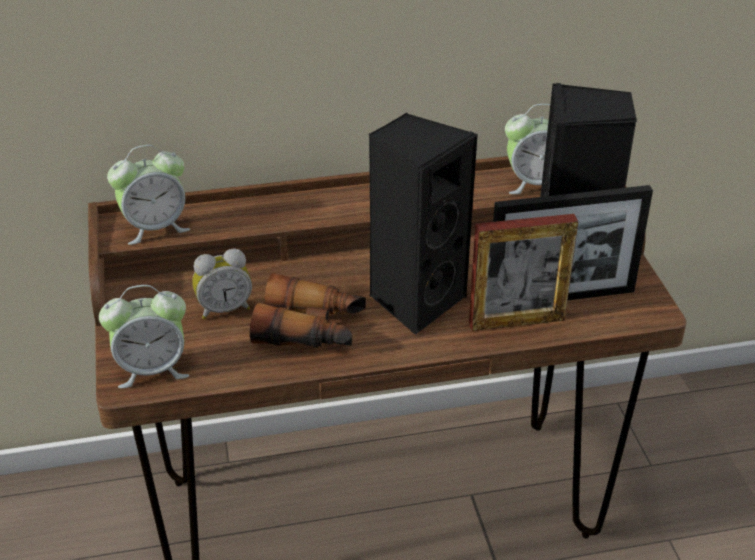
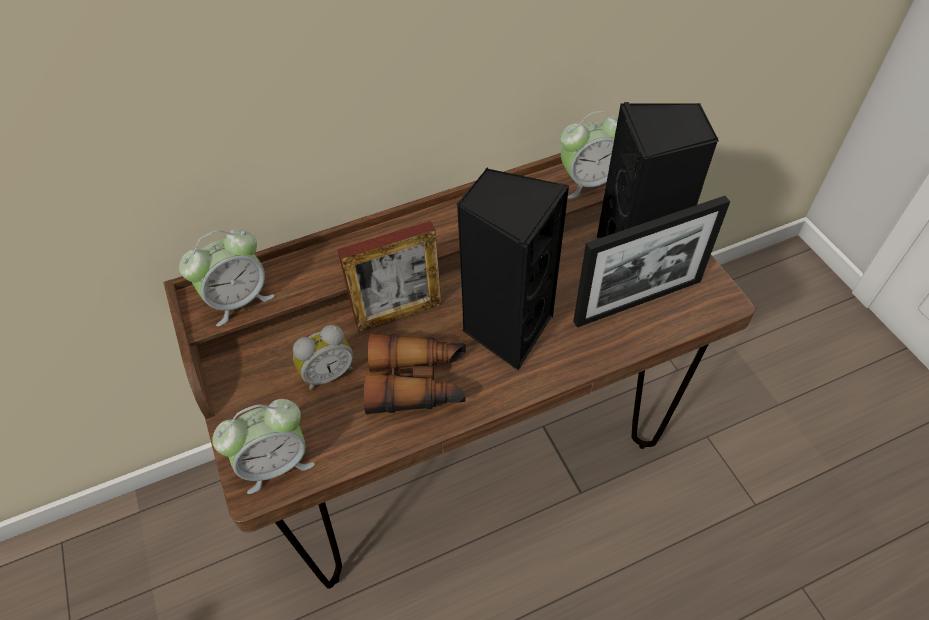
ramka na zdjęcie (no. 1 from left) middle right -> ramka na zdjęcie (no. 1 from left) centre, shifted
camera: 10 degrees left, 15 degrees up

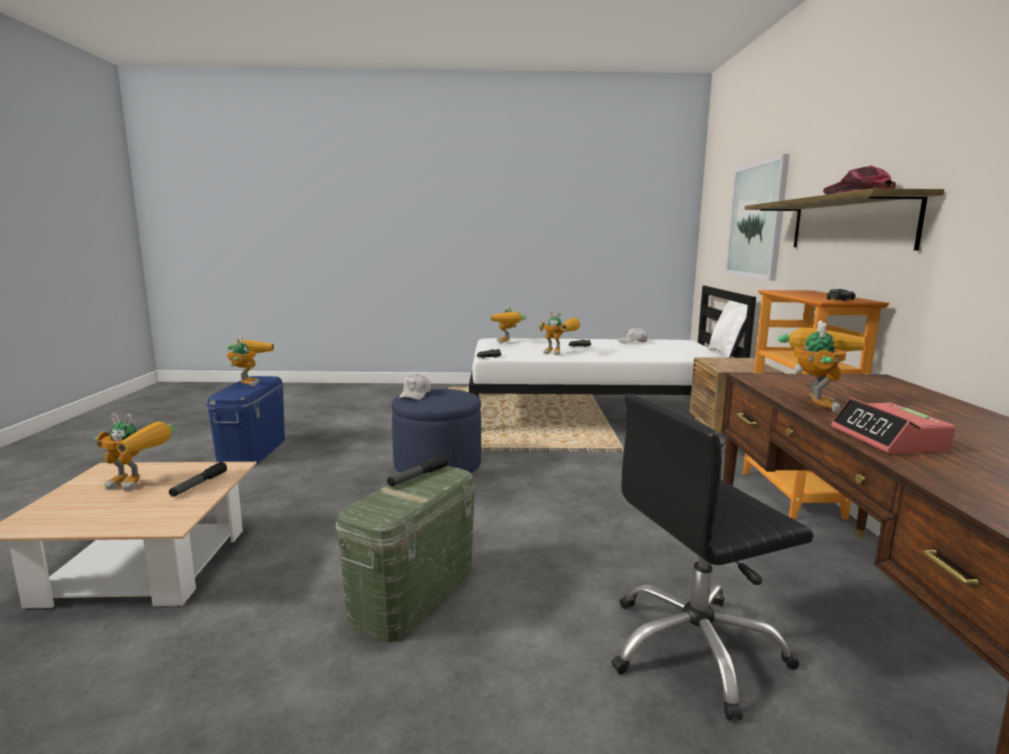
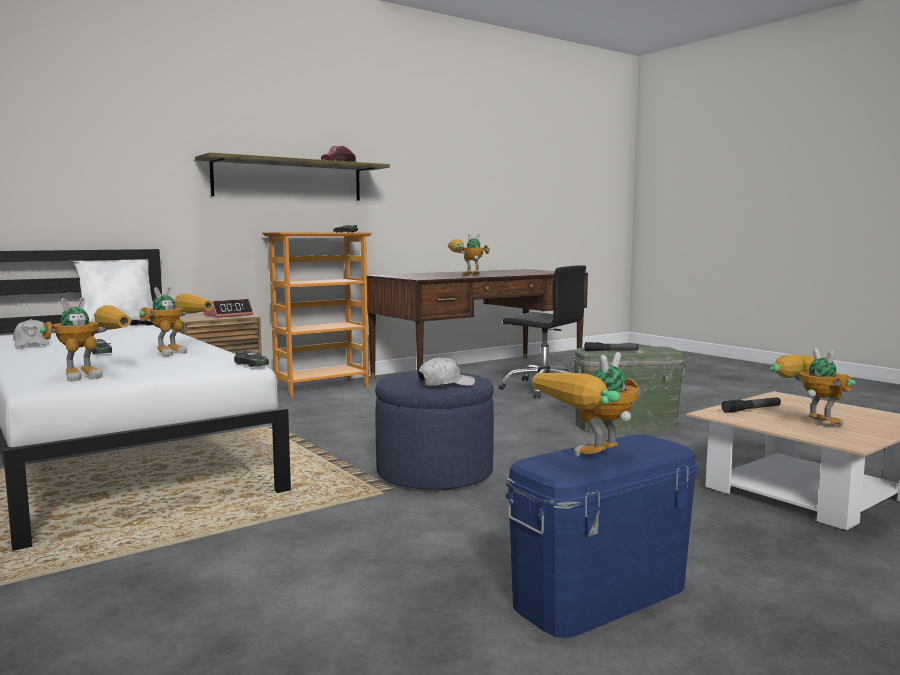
obraz top right -> none
robot zabawkowy (no. 4 from left in the first image) centre -> robot zabawkowy (no. 2 from left) middle left, 45 degrees clockwise
budzik middle right -> budzik middle left, shifted
camera: 125 degrees left, 5 degrees down

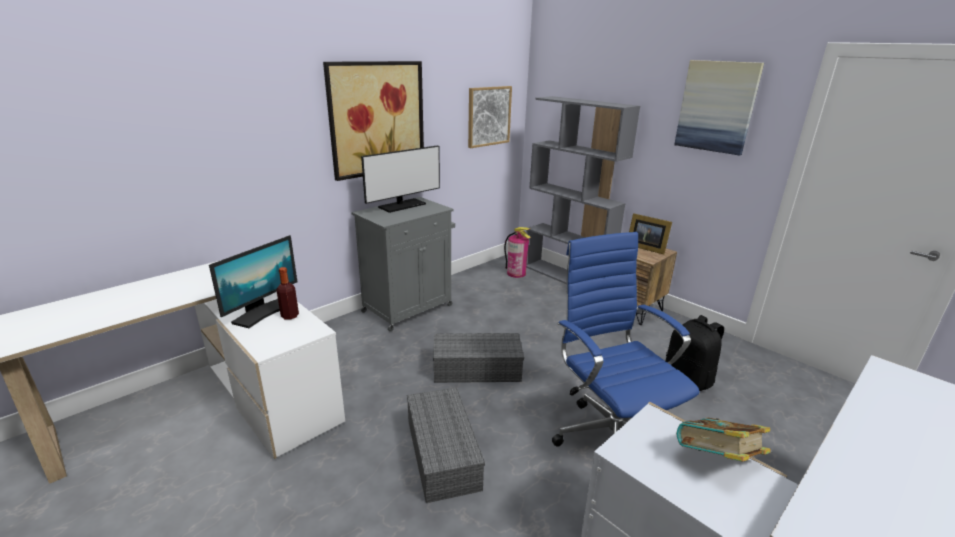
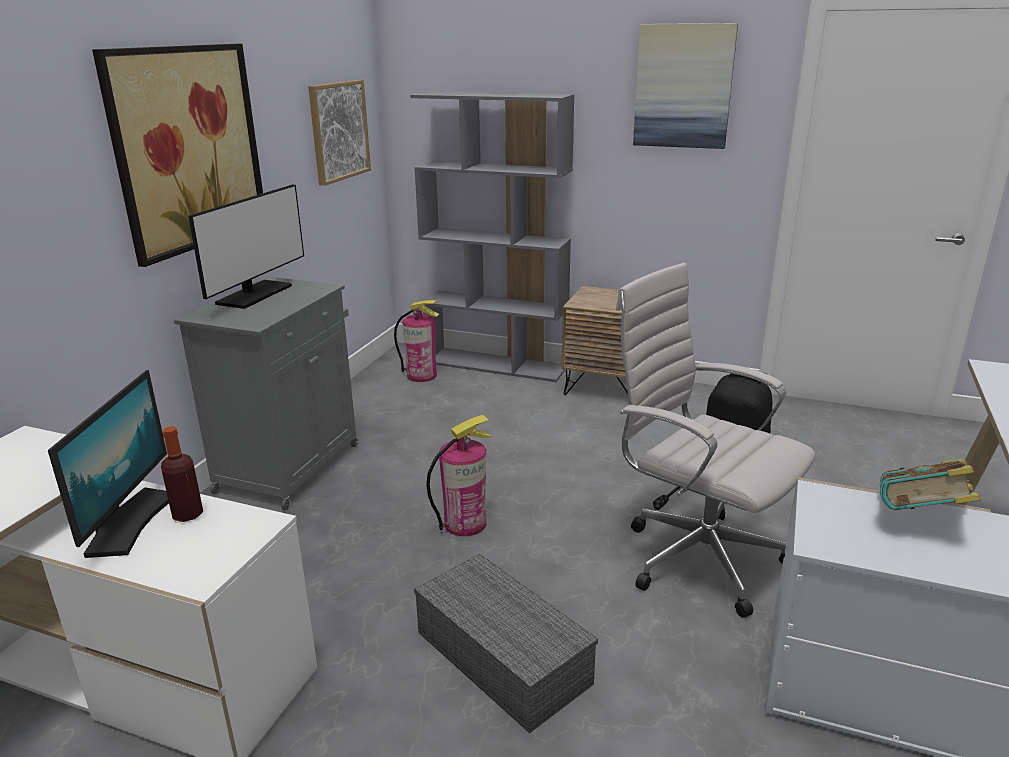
ramka na zdjęcie middle right -> none
krzesło biurowe (niebieski) centre -> krzesło biurowe (biały) middle right
pojemnik do przechowywania (szary) (no. 2 from left) bottom centre -> gaśnica (no. 2 from left) centre
camera: 25 degrees left, 0 degrees up

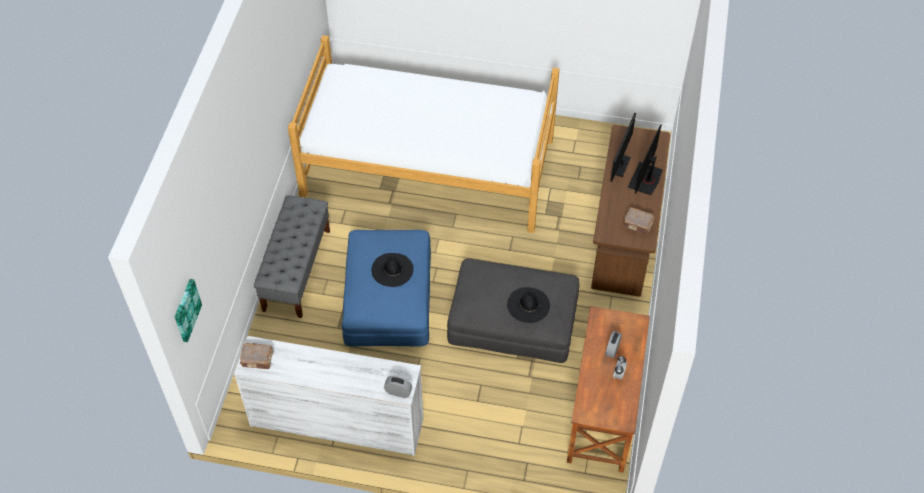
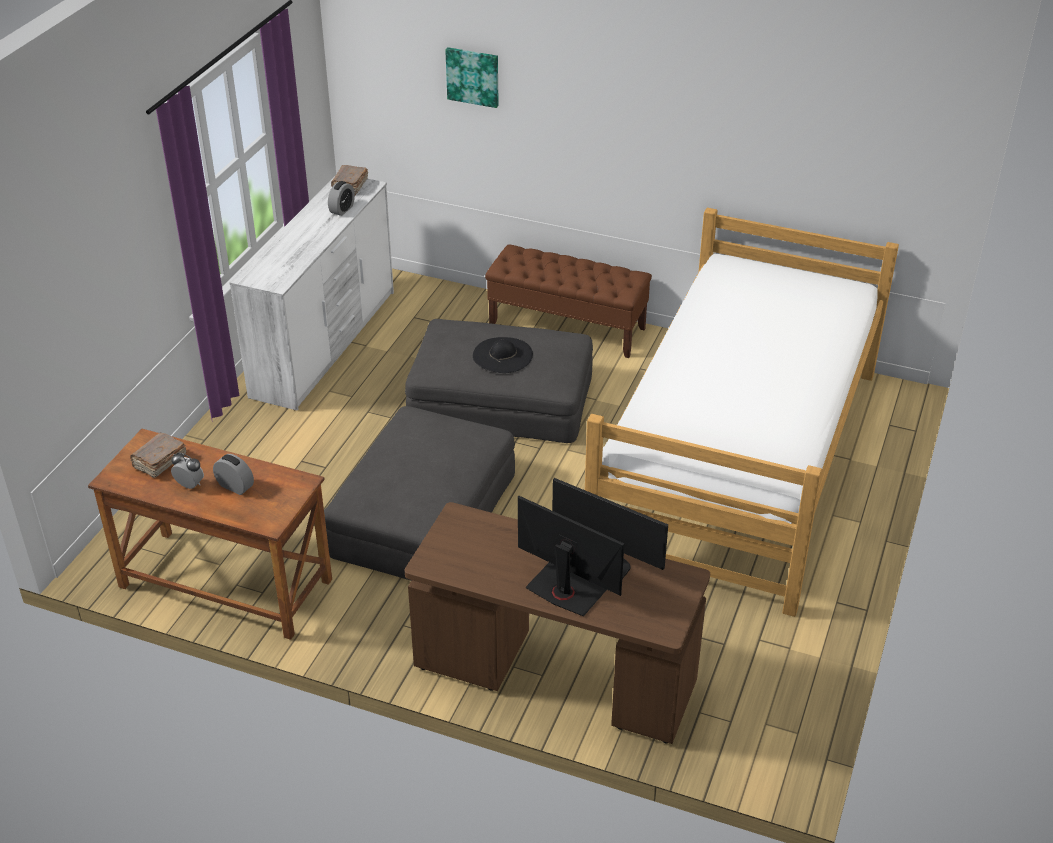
ławka (szary) middle left -> ławka (brązowy) centre
książka (brązowy) (no. 2 from left in the first image) middle right -> książka (brązowy) (no. 1 from left) middle left, shifted
pufa (niebieski) centre -> pufa (szary) (no. 2 from left) centre
obraz middle left -> obraz top centre, shifted
kapelusz (czarny) (no. 2 from left) centre -> none
budzik (no. 1 from left in the first image) bottom centre -> budzik (no. 3 from left) top left, shifted
camera: 100 degrees right, 15 degrees down

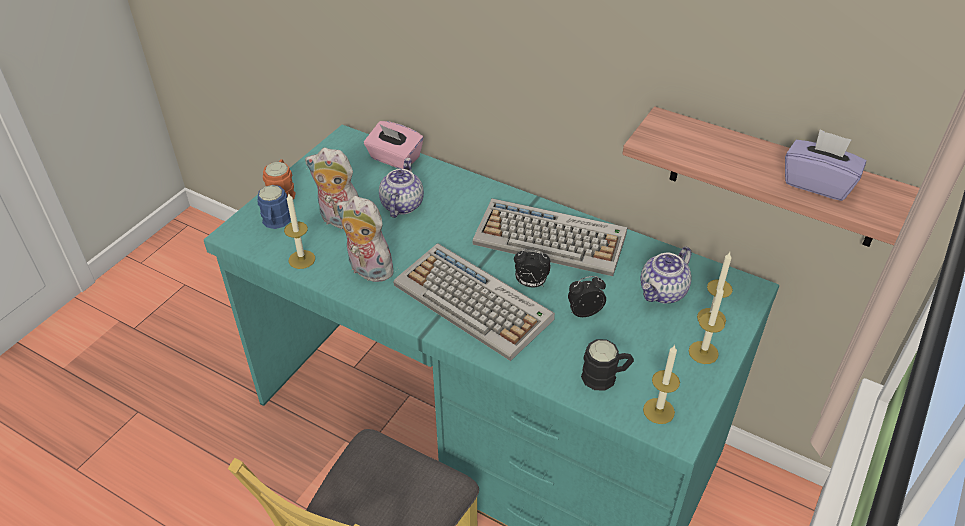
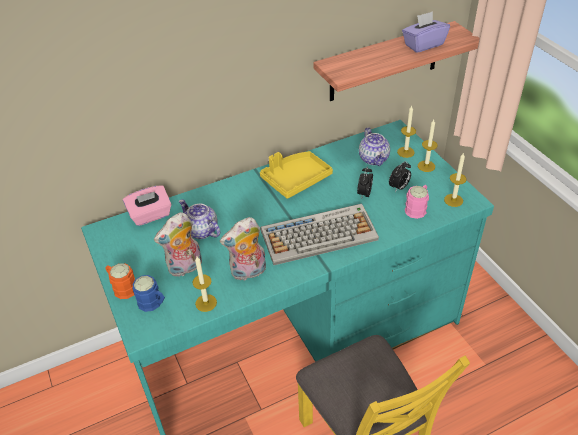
klawiatura (no. 2 from left) centre -> taca (żółty) centre
budzik (no. 1 from left in the first image) centre -> budzik (no. 2 from left) middle right, shifted
kubek (czarny) bottom centre -> kubek (różowy) middle right
camera: 55 degrees left, 0 degrees up

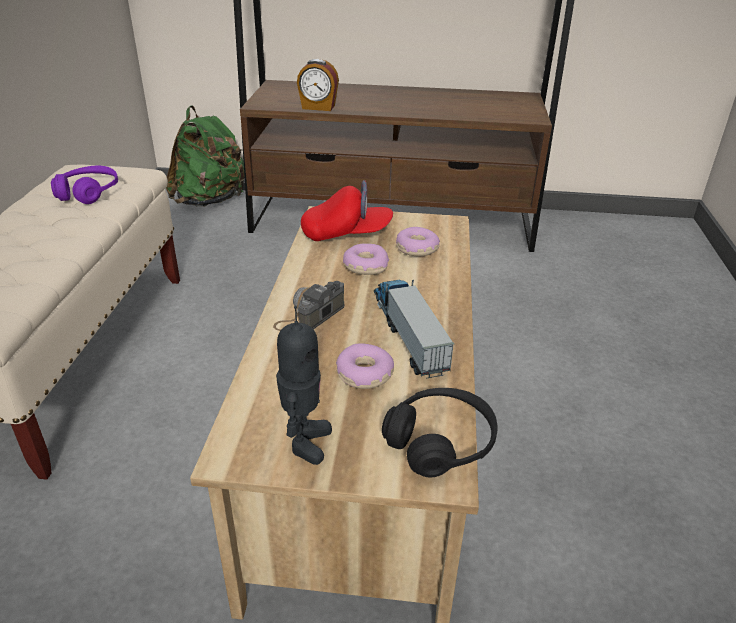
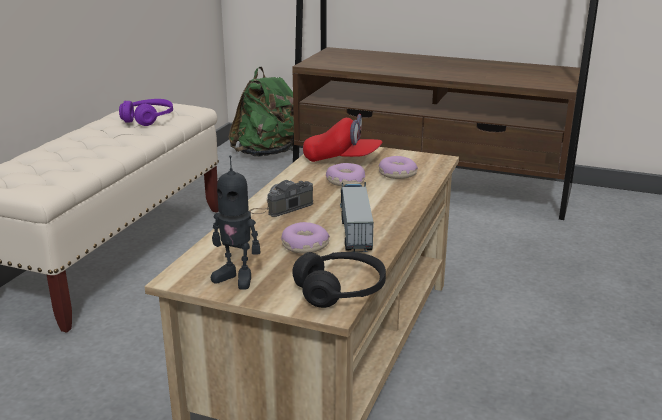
budzik top centre -> none
robot zabawkowy centre, 90 degrees clockwise
camera: 15 degrees right, 10 degrees down

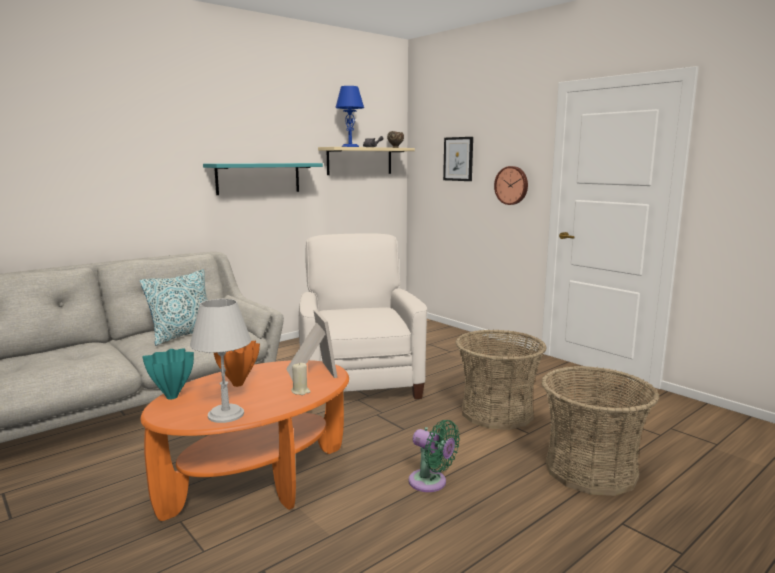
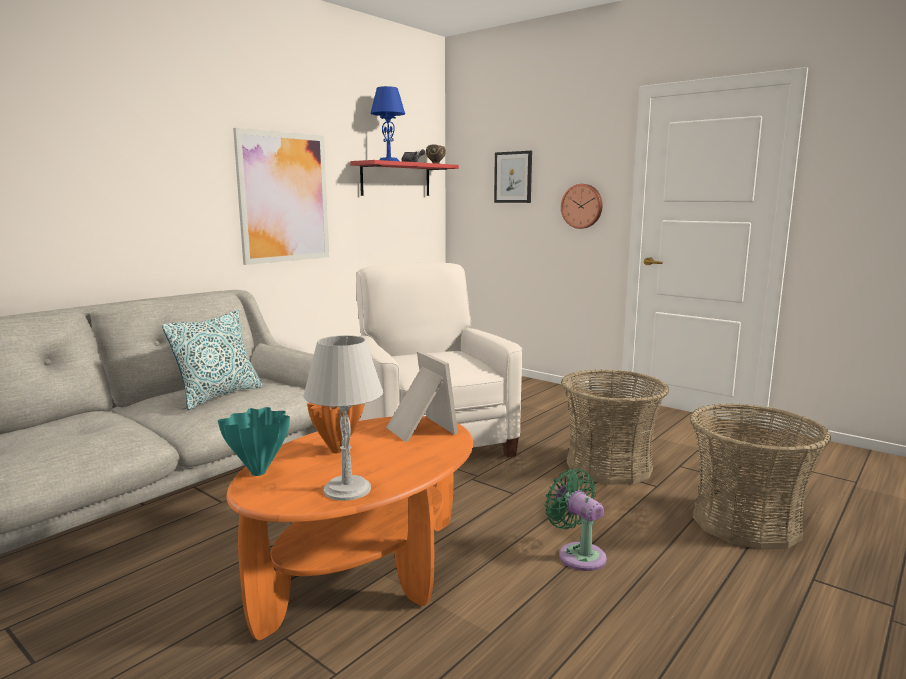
półka (beżowy) top centre -> półka (czerwony) top centre
półka (turkusowy) top centre -> obraz (no. 1 from left) top left
świeca (beżowy) centre -> none
wentylator (zielony) bottom centre, 150 degrees counterclockwise
camera: 10 degrees left, 0 degrees up

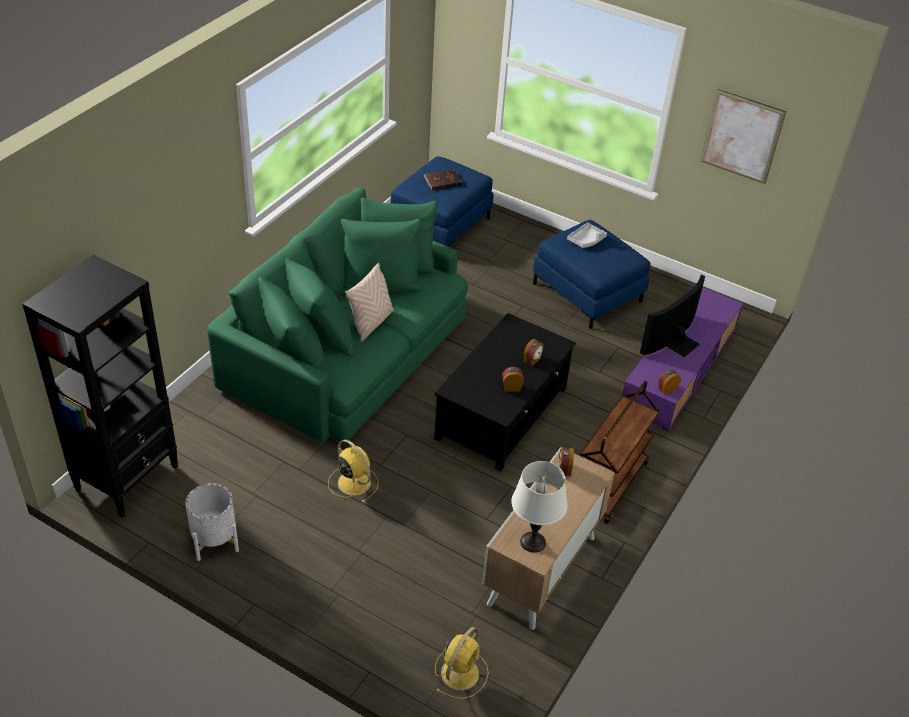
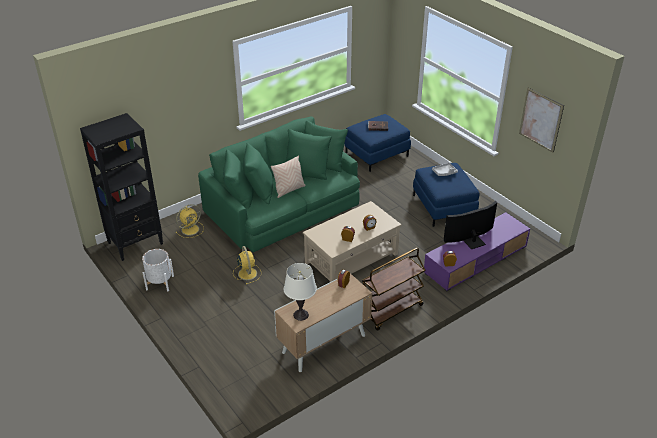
ława (czarny) centre -> ława (beżowy) centre
wentylator (żółty) (no. 2 from left in the first image) bottom centre -> wentylator (żółty) (no. 1 from left) middle left, shifted
camera: 25 degrees right, 5 degrees down

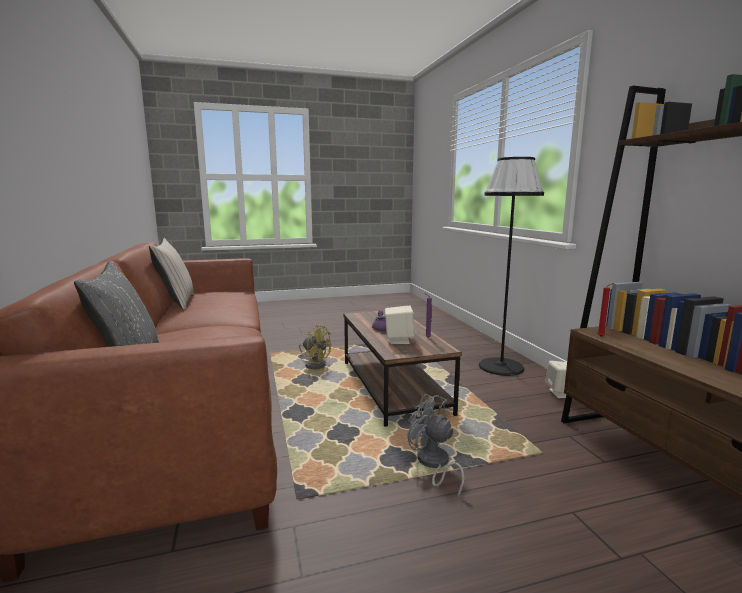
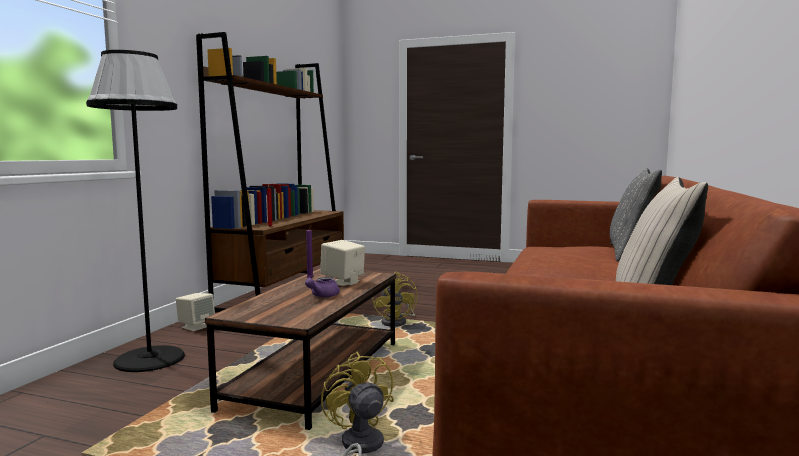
wentylator (szary) bottom centre -> wentylator (żółty) (no. 2 from left) centre
camera: 145 degrees left, 5 degrees down

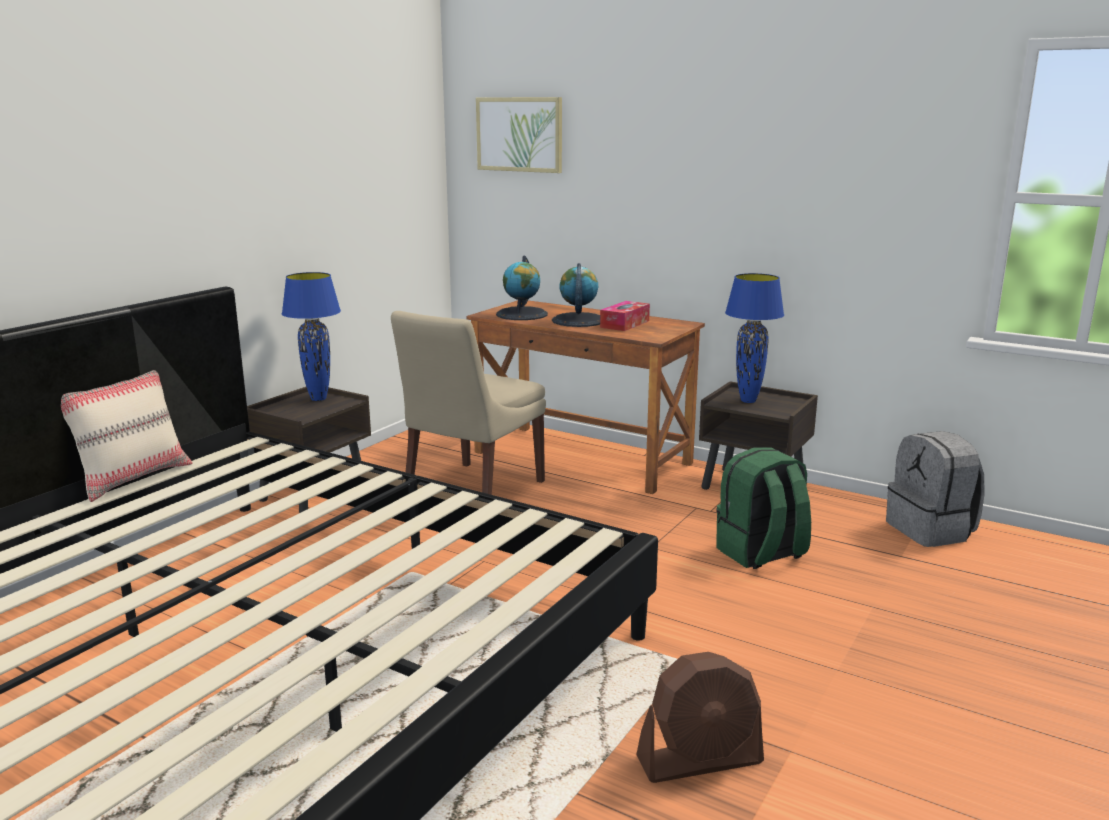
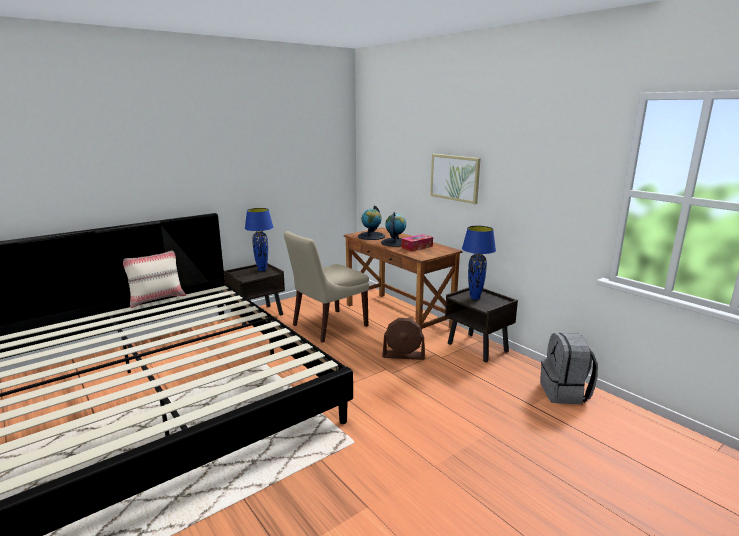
obraz top centre -> obraz centre, shifted
plecak (zielony) middle right -> none
wentylator (brązowy) bottom centre -> wentylator (brązowy) centre, shifted
camera: 20 degrees right, 0 degrees up

